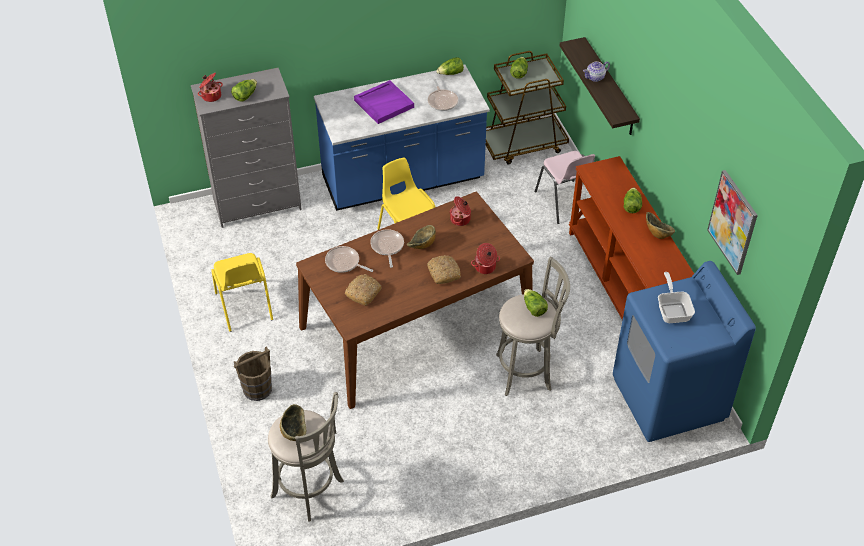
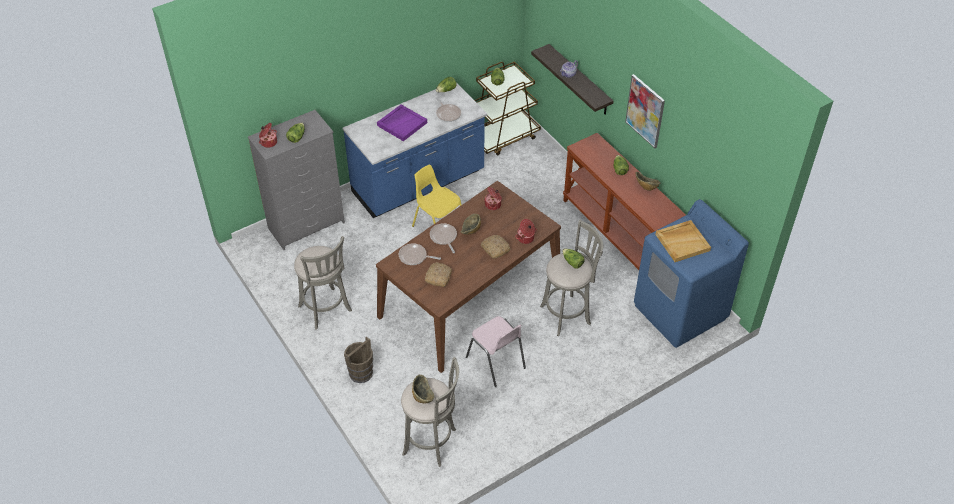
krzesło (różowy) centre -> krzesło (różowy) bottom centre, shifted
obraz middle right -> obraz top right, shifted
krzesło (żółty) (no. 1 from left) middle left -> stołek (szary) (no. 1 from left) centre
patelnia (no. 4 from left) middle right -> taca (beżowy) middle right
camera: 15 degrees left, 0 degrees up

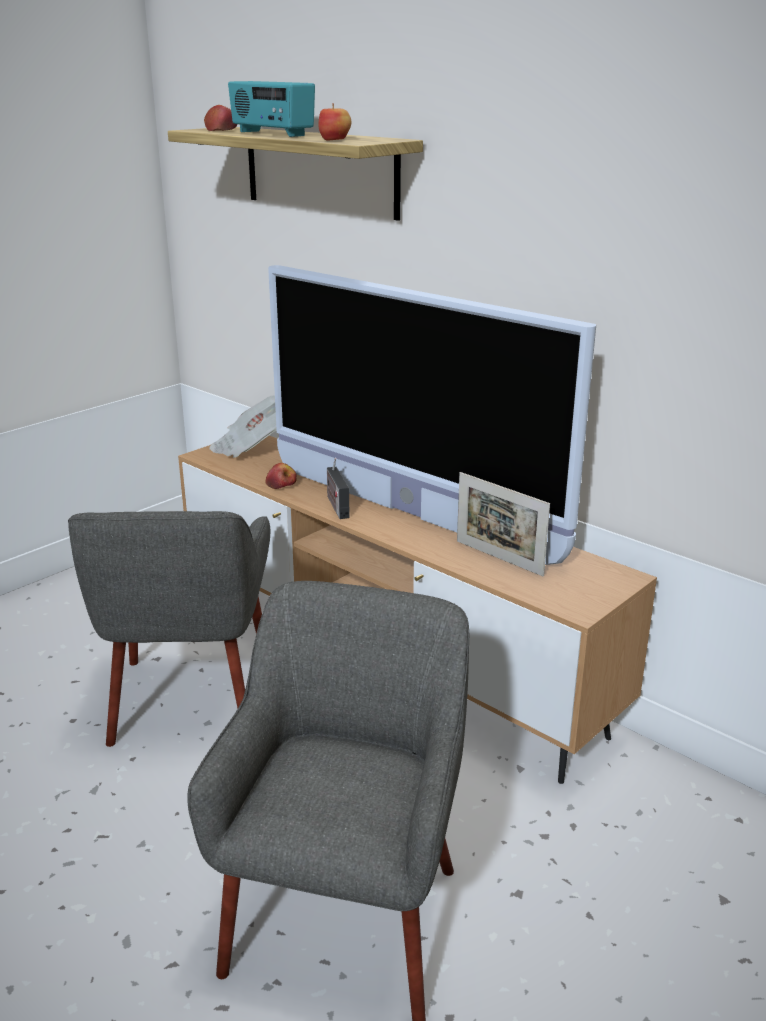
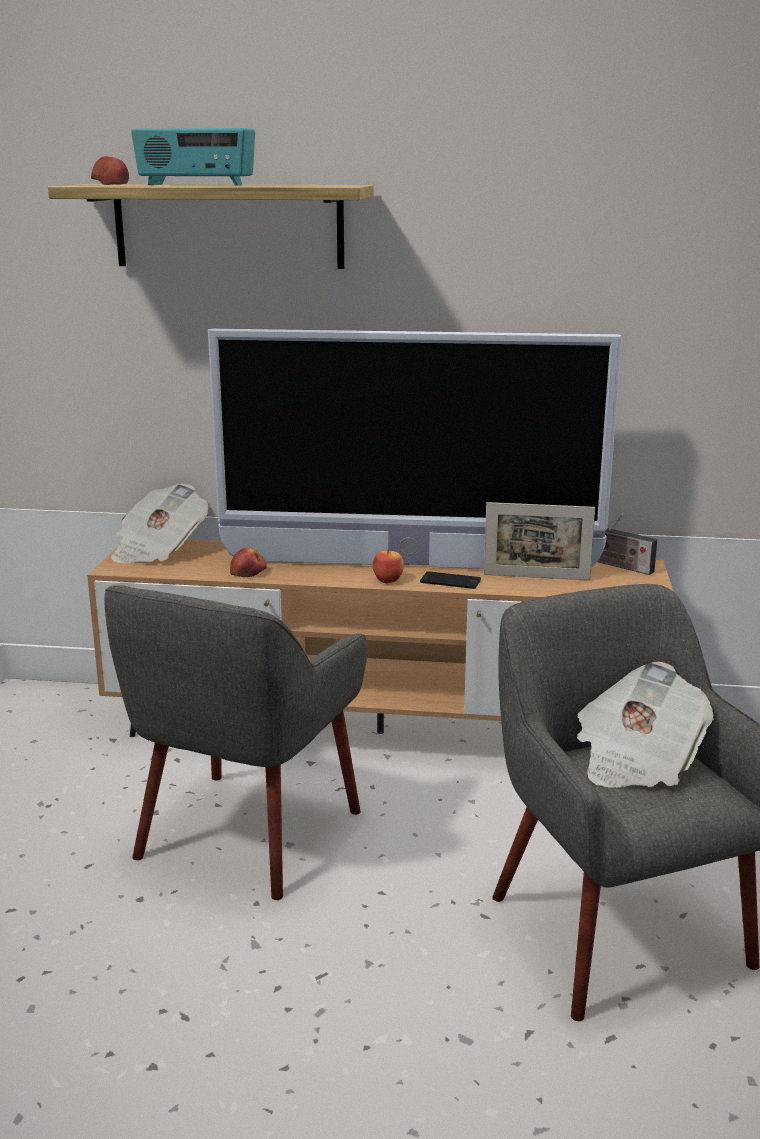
jabłko (no. 3 from left) top centre -> jabłko (no. 3 from left) centre, shifted
radio (no. 2 from left) centre -> radio (no. 2 from left) middle right, shifted
fotel (szary) (no. 1 from left) middle left, 60 degrees clockwise
none -> telefon centre
none -> gazeta (no. 2 from left) middle right
camera: 35 degrees left, 5 degrees down

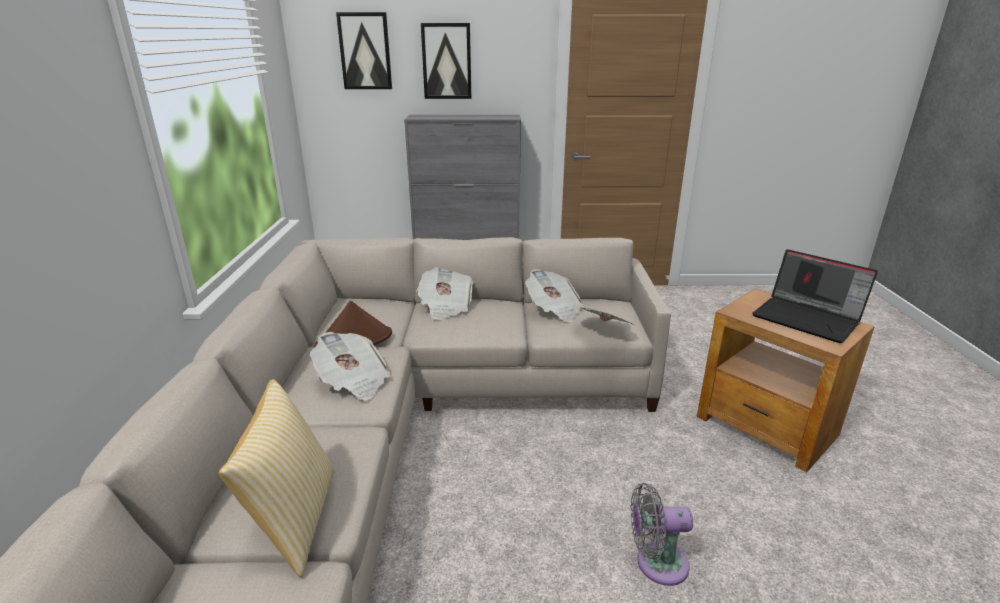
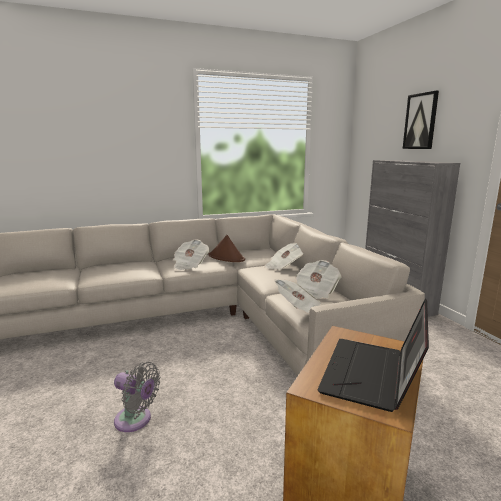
obraz (no. 1 from left) top centre -> none
poduszka bottom left -> none
wentylator (szary) bottom centre -> wentylator (szary) bottom left, 135 degrees clockwise
camera: 70 degrees right, 10 degrees down

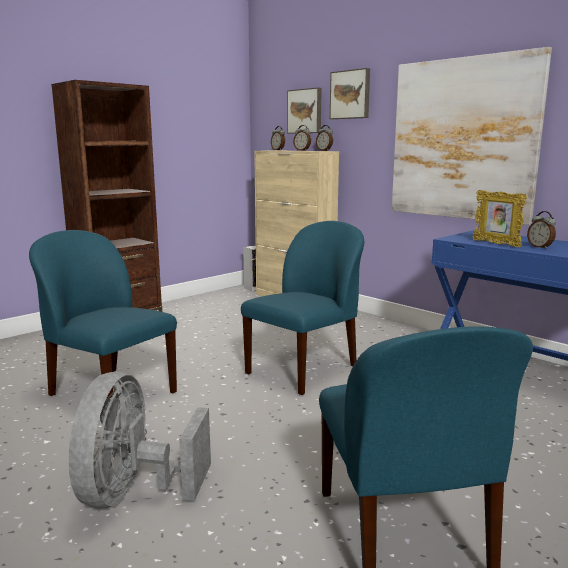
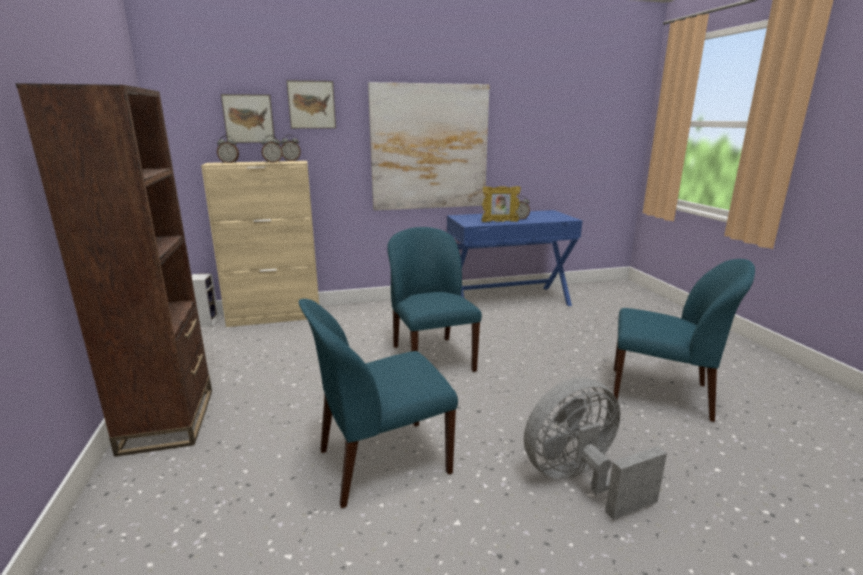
wentylator (szary) bottom left -> wentylator (szary) bottom right, 120 degrees clockwise
camera: 60 degrees left, 5 degrees up

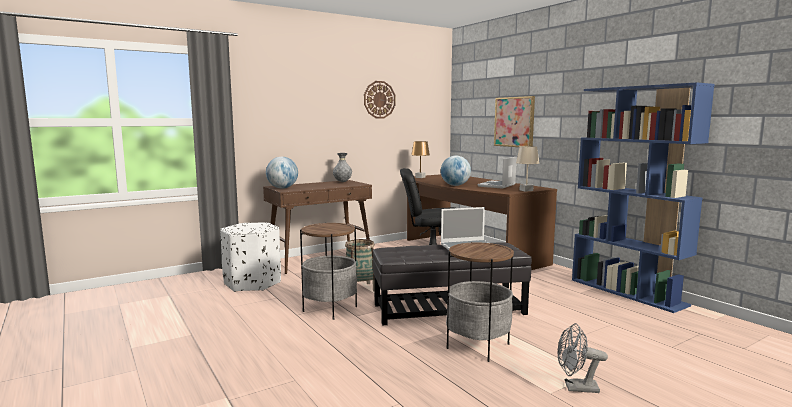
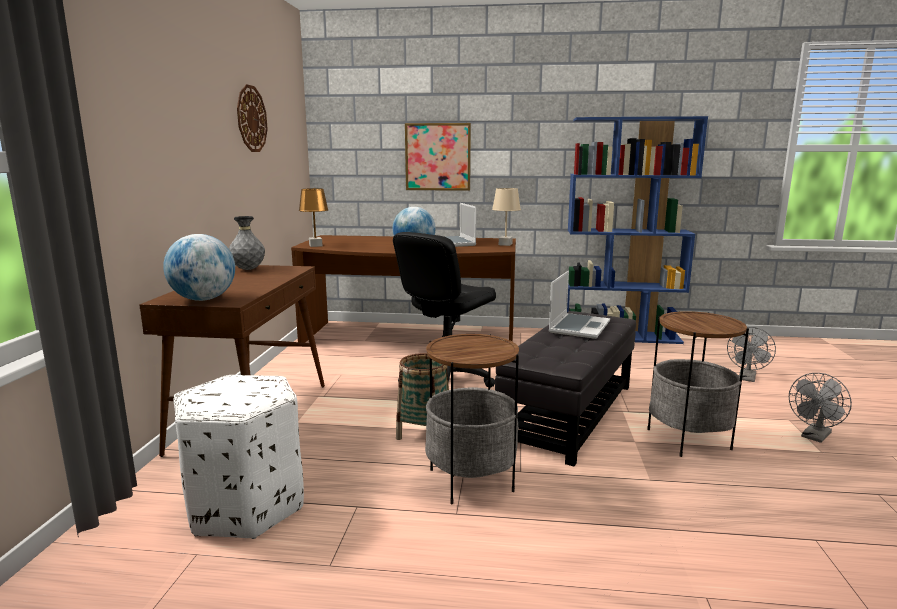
none -> wentylator (szary) (no. 1 from left) middle right
camera: 50 degrees left, 5 degrees up

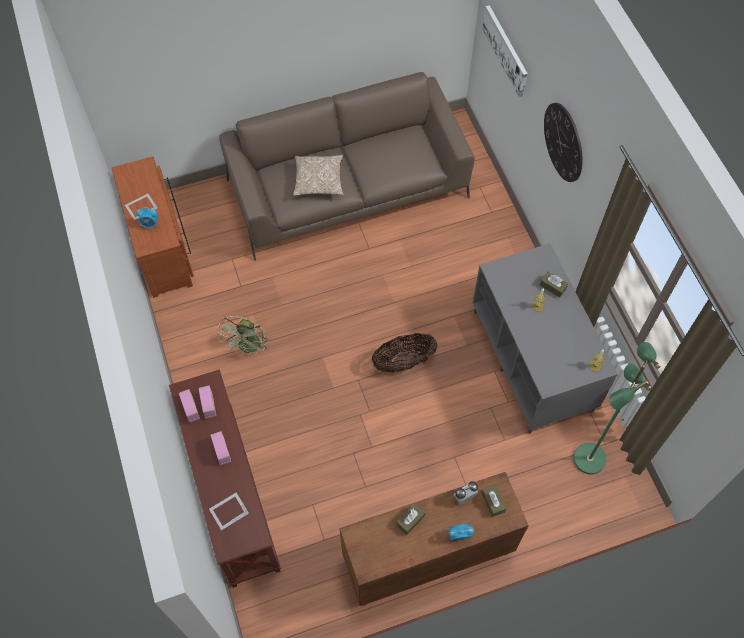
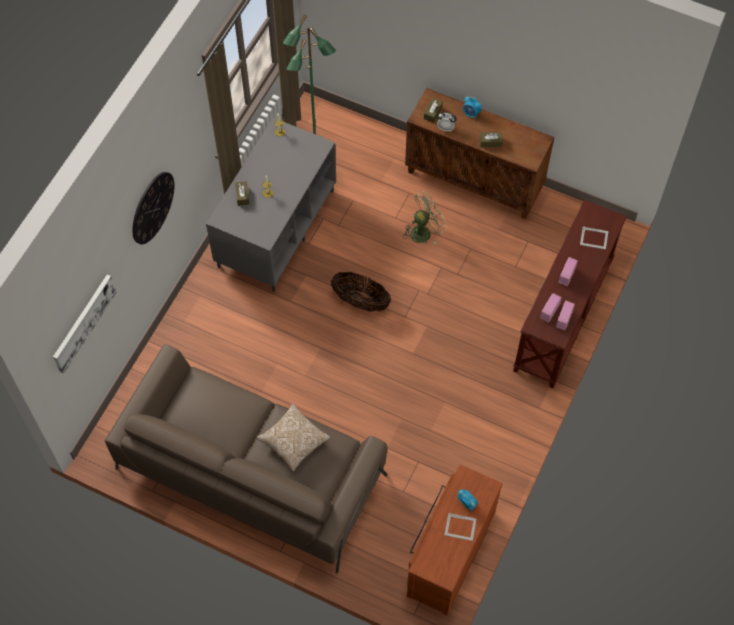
wentylator (zielony) middle left -> wentylator (zielony) centre, shifted
camera: 135 degrees left, 0 degrees up

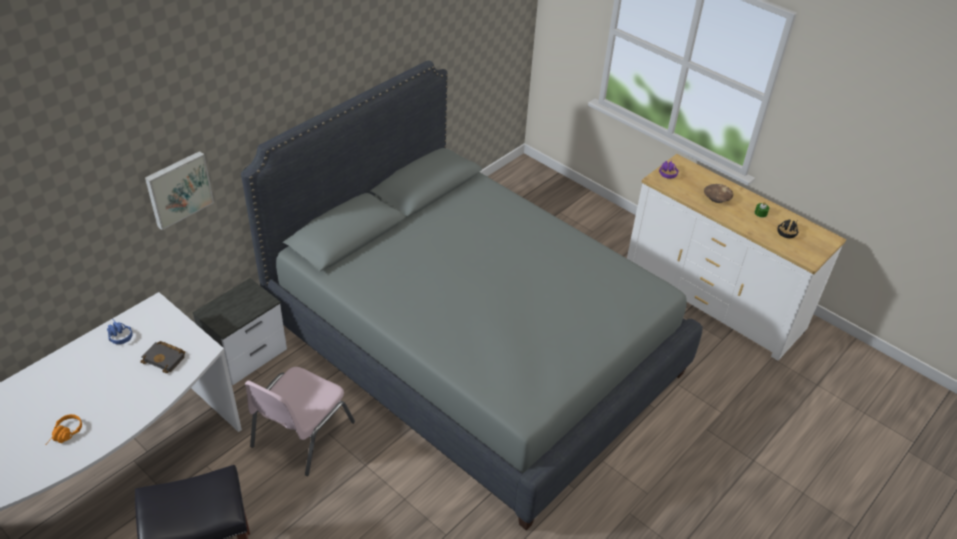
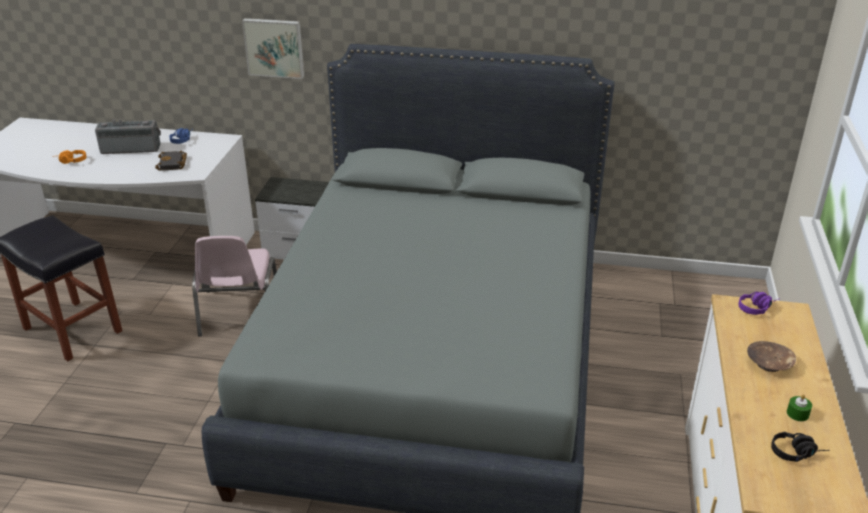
krzesło (różowy) bottom left -> krzesło (różowy) middle left, 90 degrees counterclockwise
none -> radio top left
camera: 60 degrees right, 10 degrees down

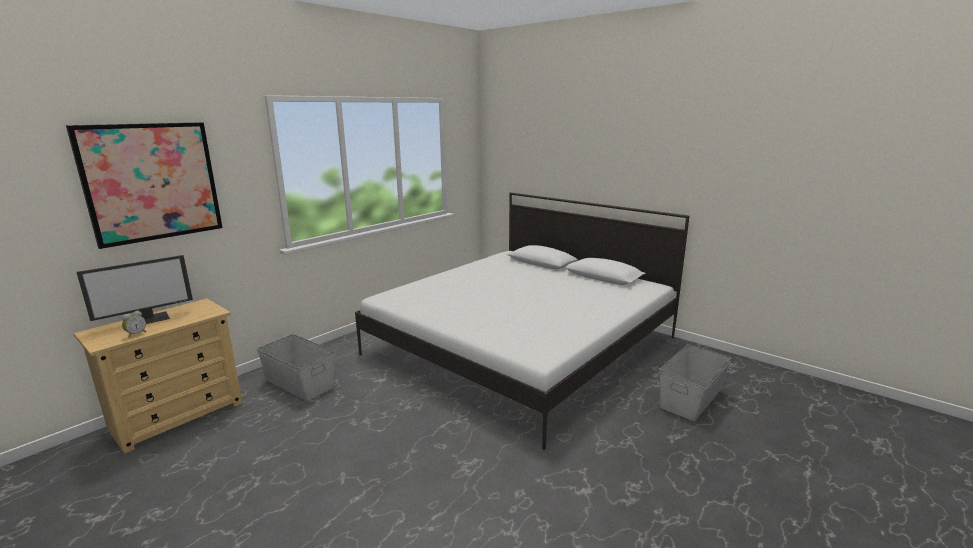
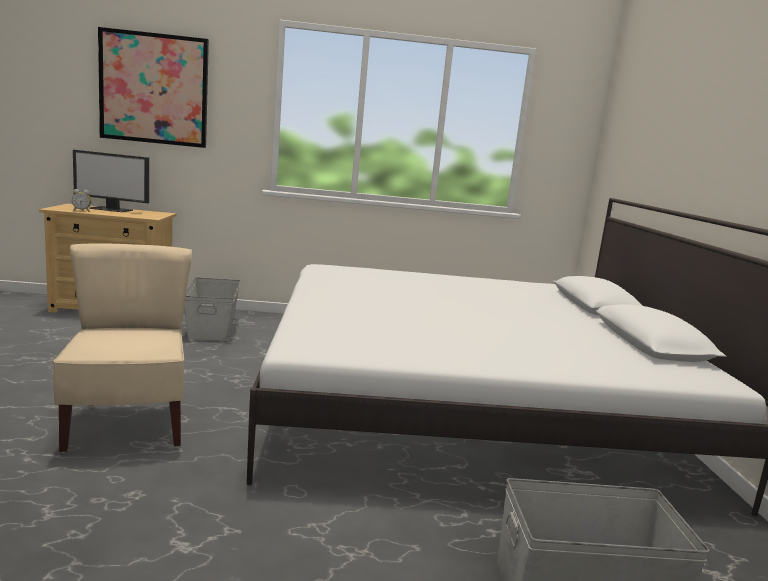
none -> krzesło (beżowy) middle left
camera: 45 degrees right, 5 degrees down

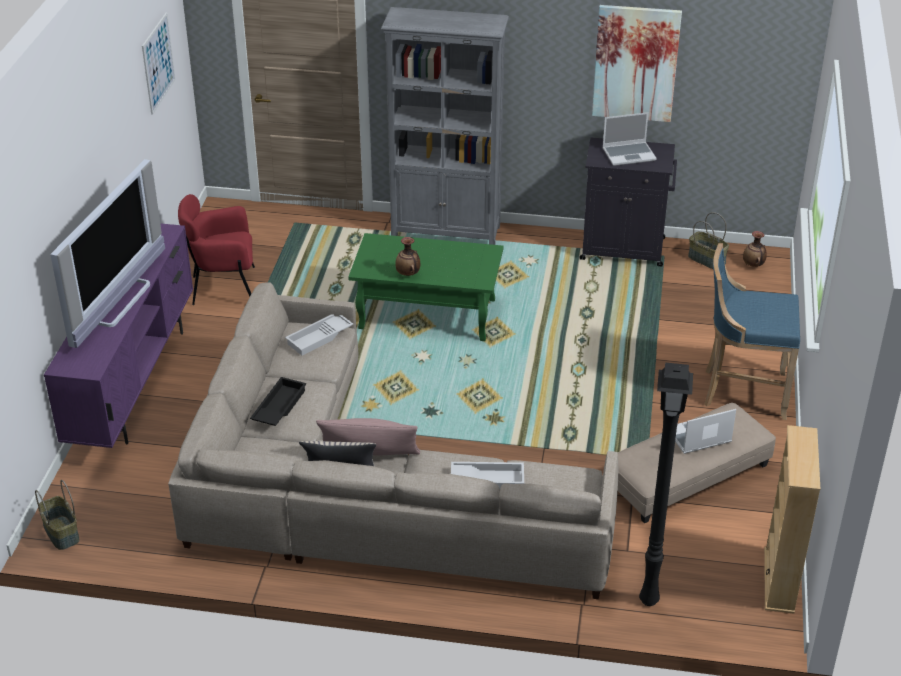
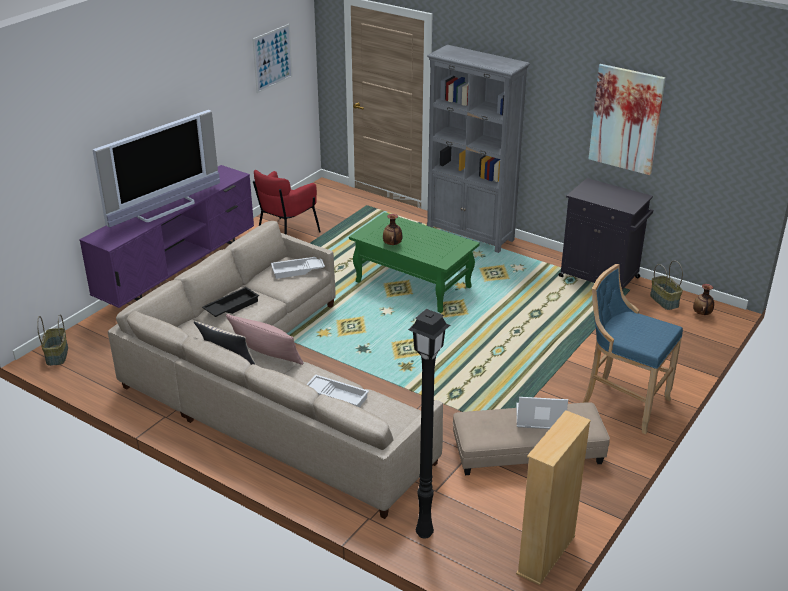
laptop (no. 1 from left) top right -> none
fotel (czerwony) middle left -> fotel (czerwony) centre, 75 degrees counterclockwise
camera: 25 degrees right, 5 degrees down

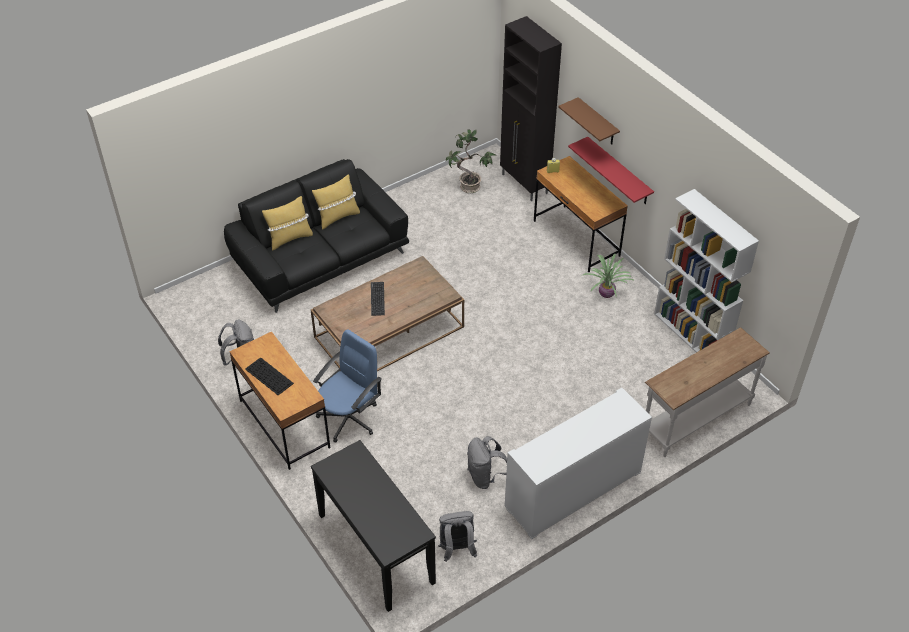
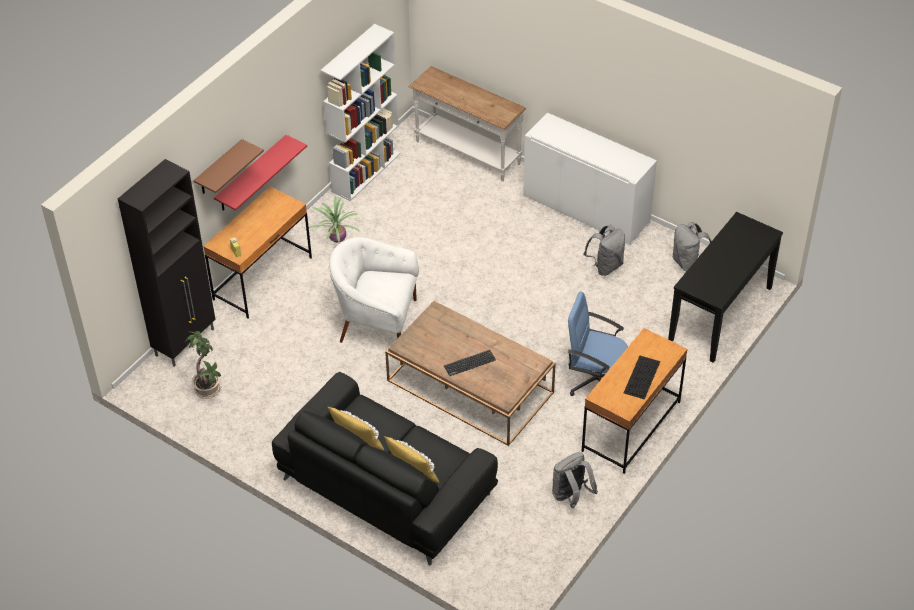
none -> fotel (biały) centre
camera: 110 degrees left, 0 degrees up

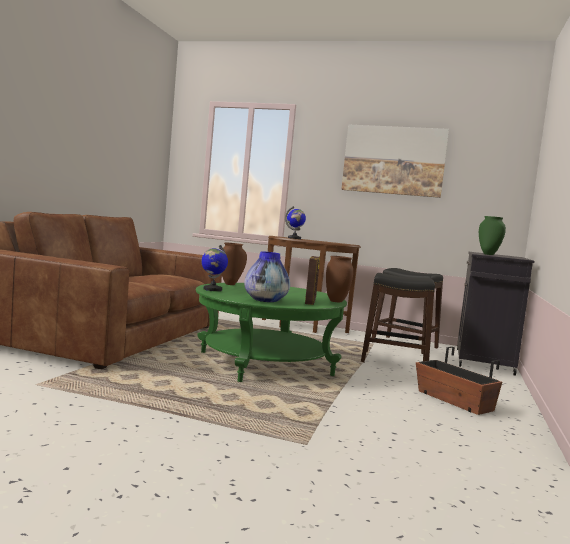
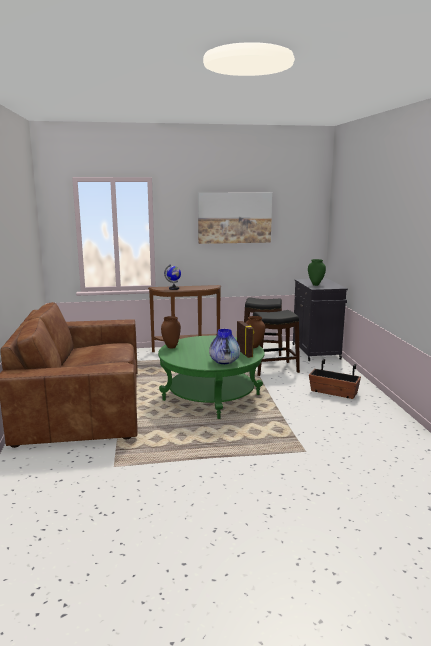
globus (no. 1 from left) centre -> none
camera: 25 degrees left, 10 degrees up

